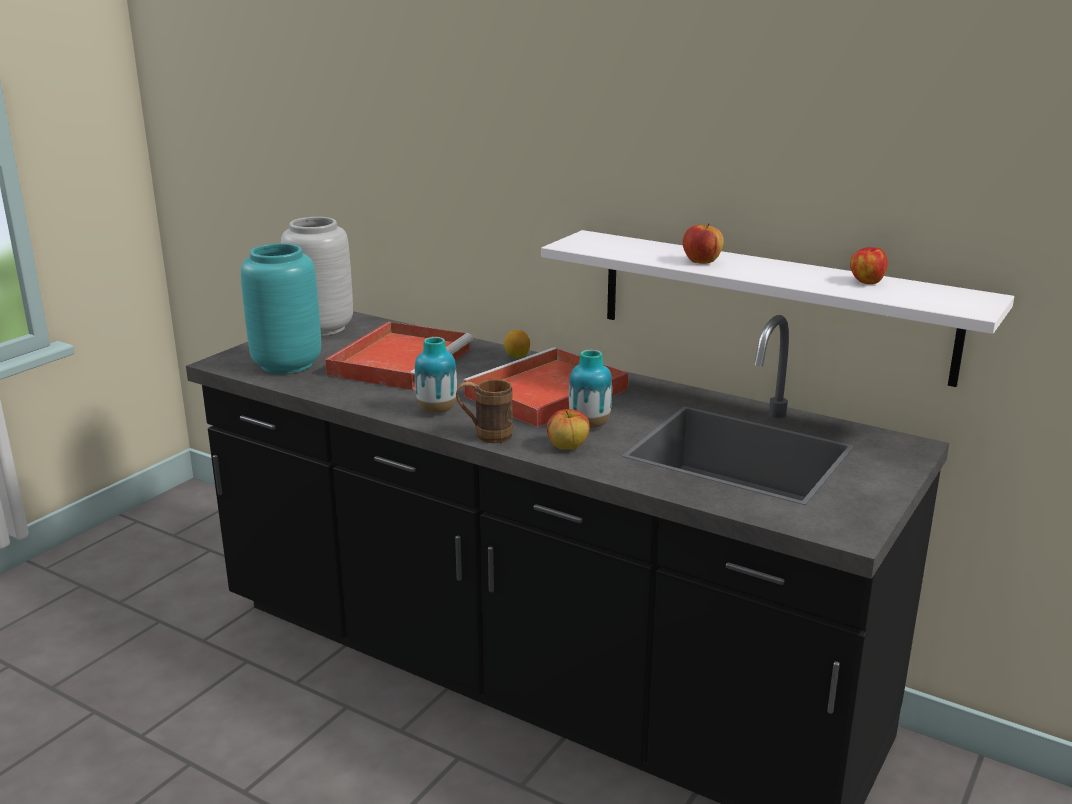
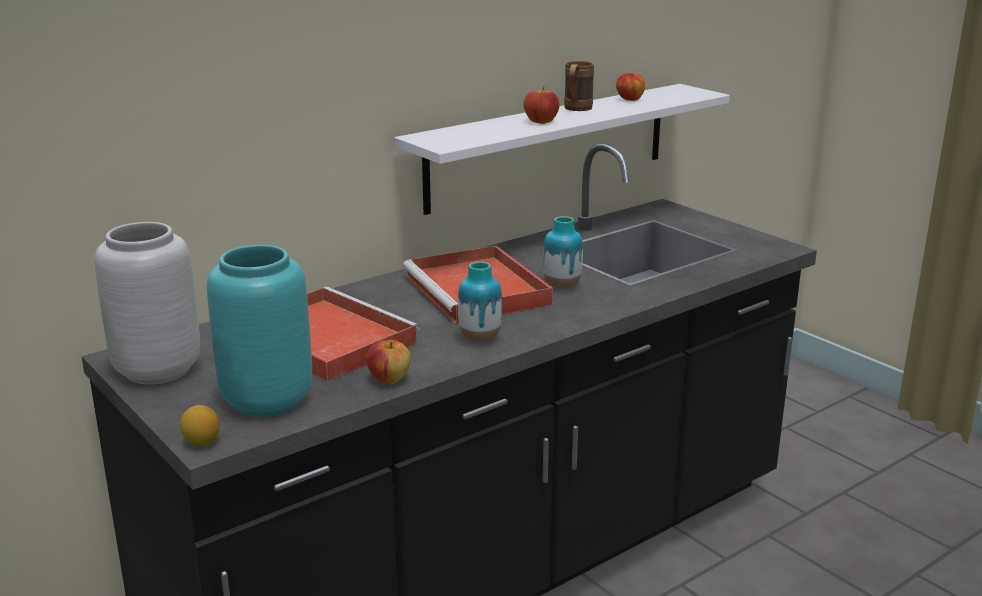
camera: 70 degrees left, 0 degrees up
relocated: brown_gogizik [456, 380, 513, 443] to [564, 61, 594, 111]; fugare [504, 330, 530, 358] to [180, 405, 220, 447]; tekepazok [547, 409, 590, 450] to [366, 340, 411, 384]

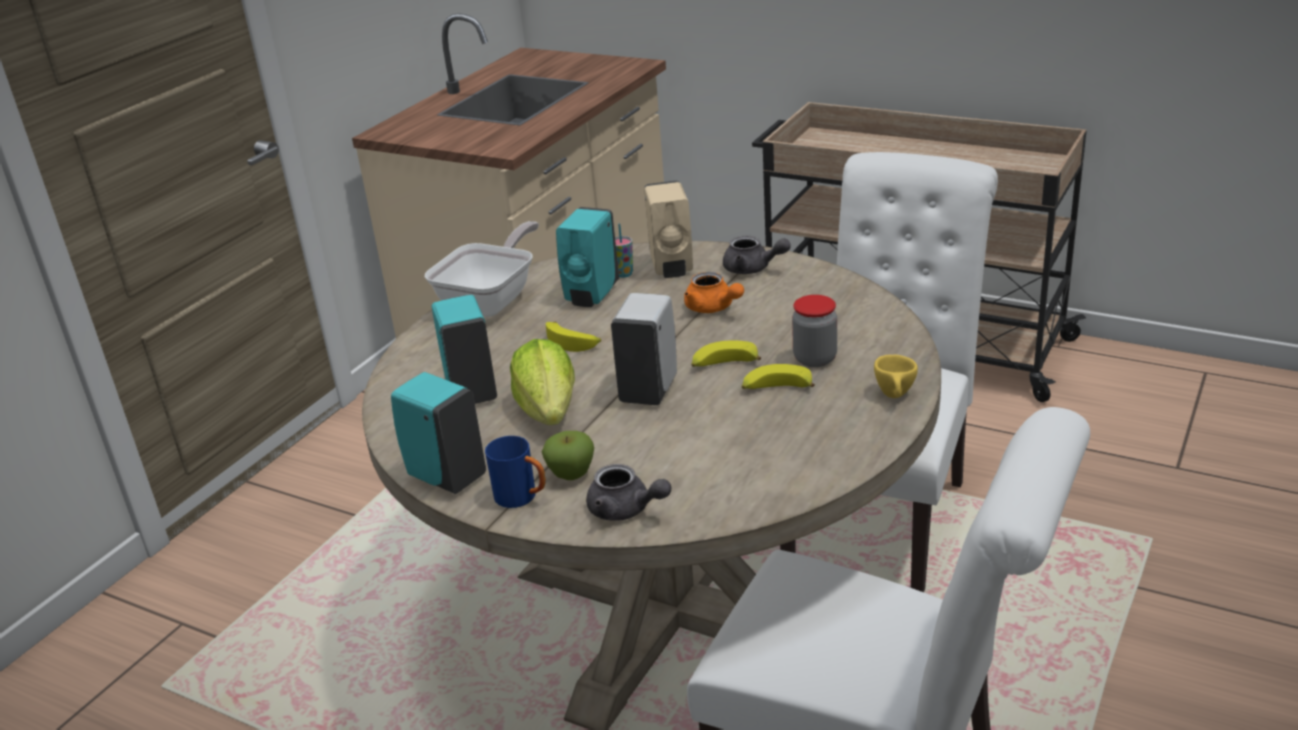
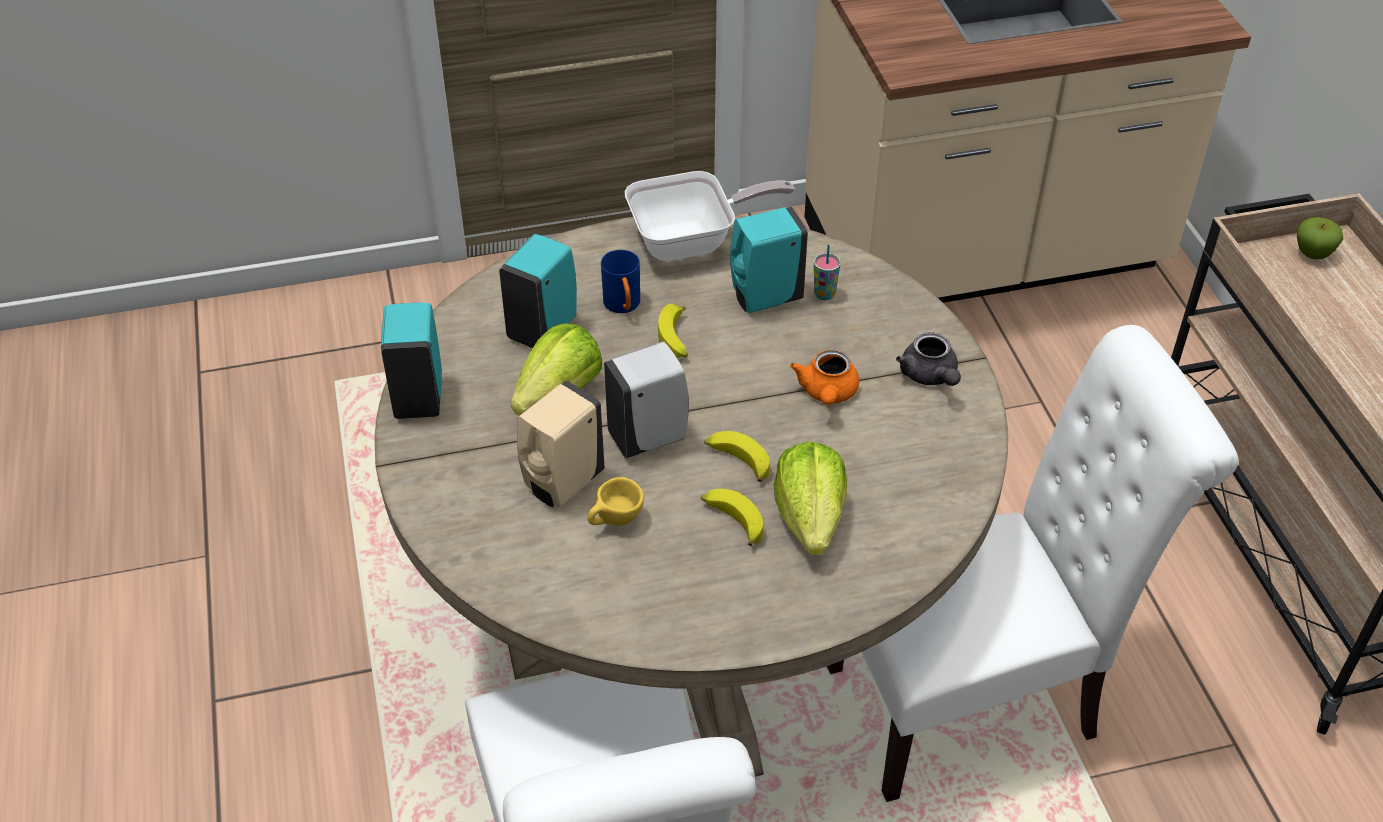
camera: 45 degrees right, 15 degrees up
missing: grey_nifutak [586, 464, 671, 521]
relocated: blue_gogizik [485, 436, 546, 508] to [601, 250, 640, 313]; tekepazok [542, 431, 594, 480] to [1297, 217, 1343, 259]; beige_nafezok [644, 181, 693, 278] to [517, 381, 605, 508]; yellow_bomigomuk [874, 355, 918, 398] to [587, 477, 644, 526]
exchanged: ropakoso [792, 295, 837, 367] to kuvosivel [774, 442, 847, 555]

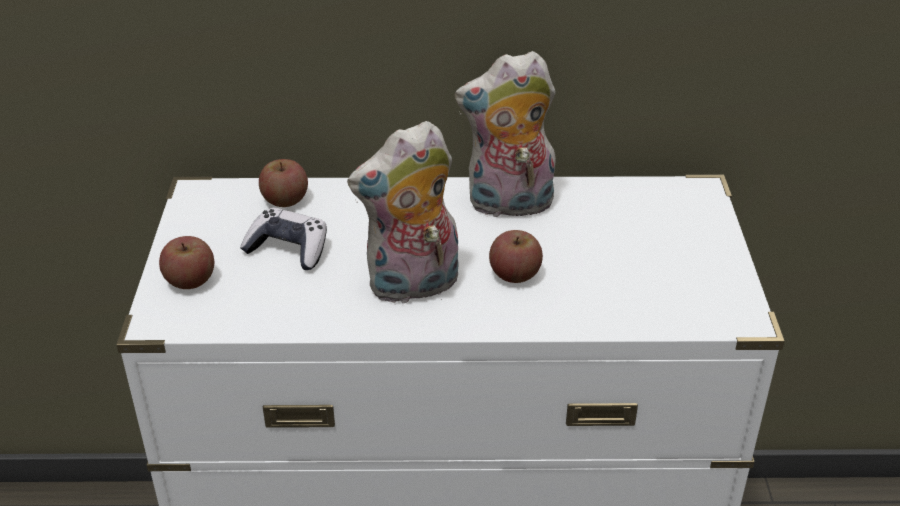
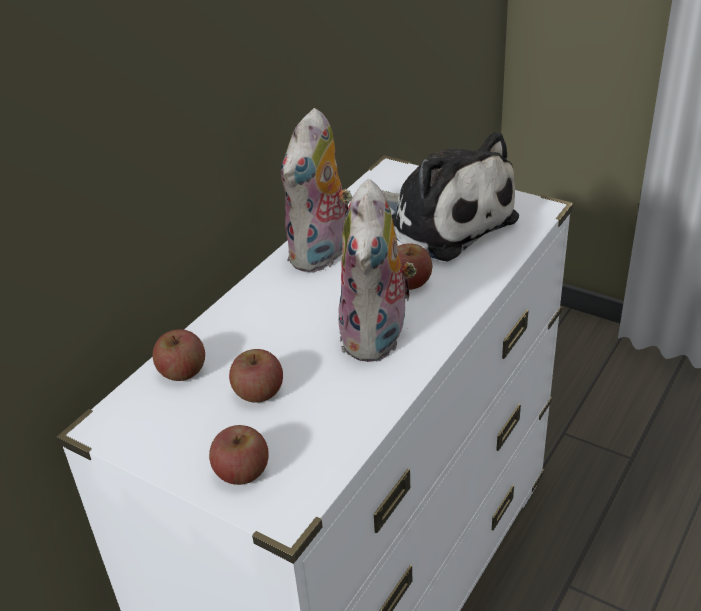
camera: 55 degrees left, 0 degrees up
appeared: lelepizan [382, 132, 519, 262]
exchanged: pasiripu [240, 208, 327, 270] to tekepazok [229, 349, 283, 403]

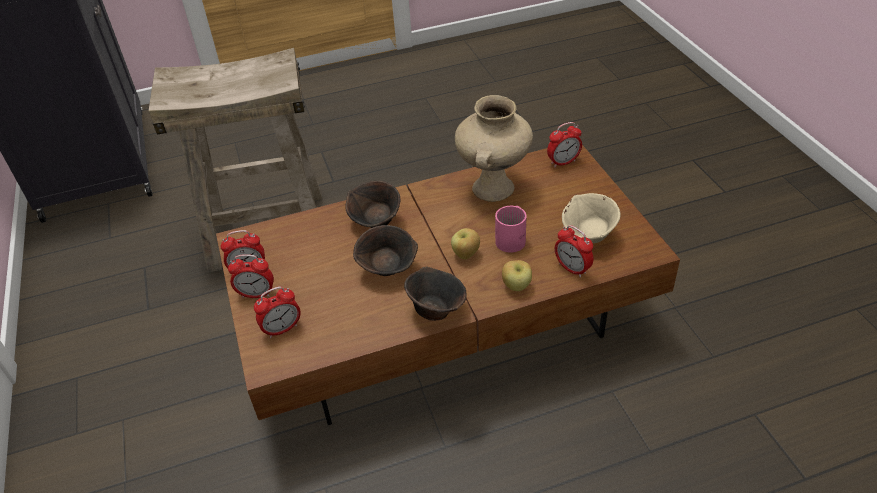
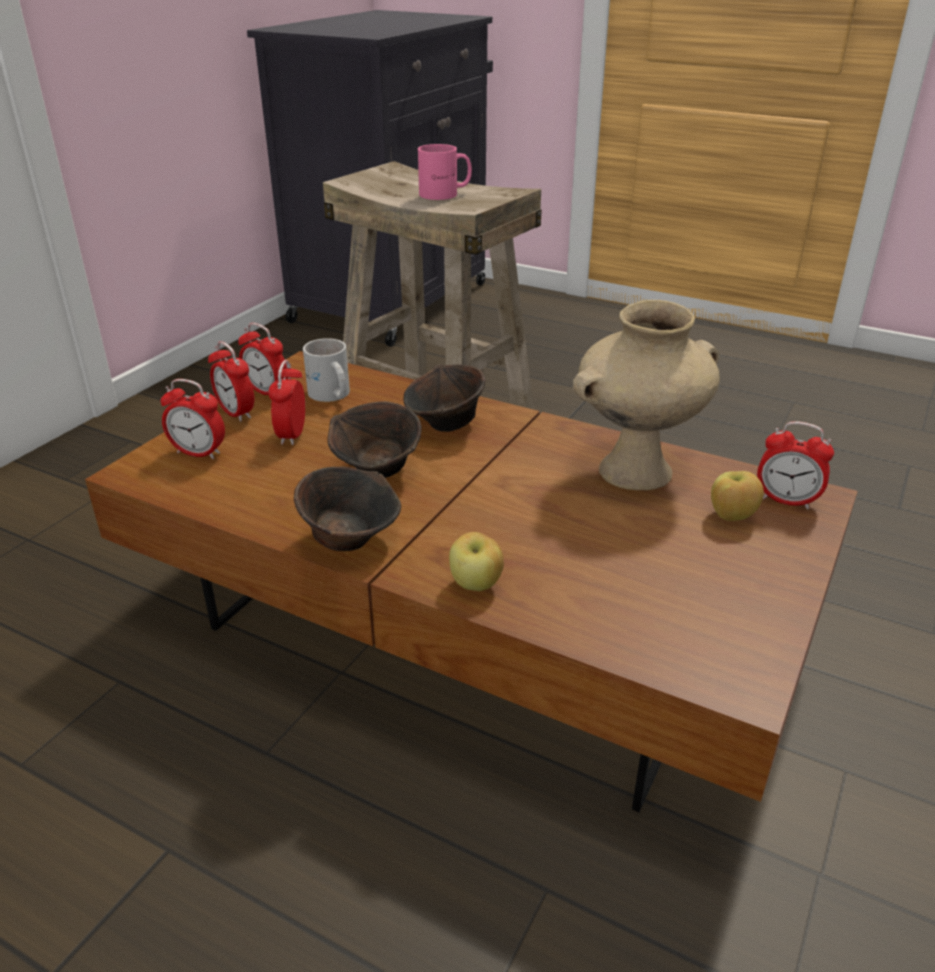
camera: 45 degrees right, 10 degrees down
missing: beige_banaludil [562, 193, 620, 243]
appeared: white_gogizik [303, 338, 350, 402]
relocated: tekepazok [451, 228, 480, 259] to [711, 471, 764, 521]; pink_gogizik [495, 206, 527, 253] to [418, 144, 472, 200]; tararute [555, 225, 593, 278] to [269, 360, 305, 445]

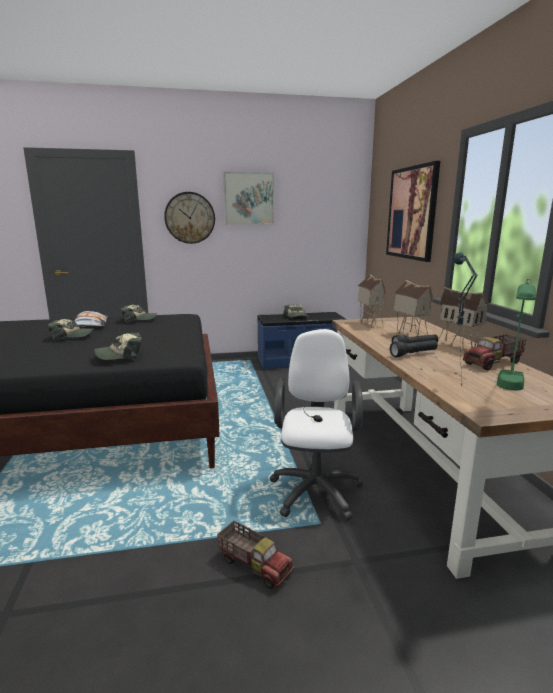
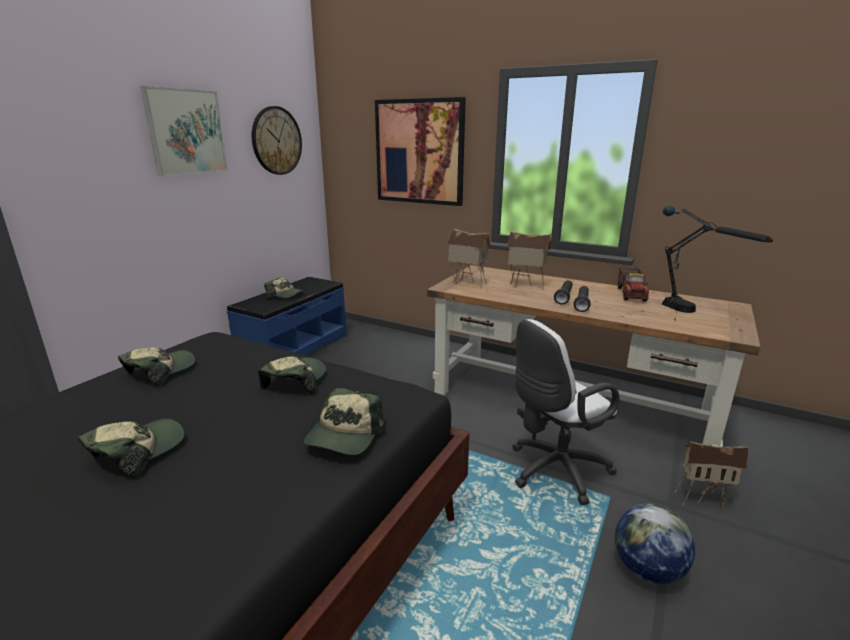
camera: 50 degrees left, 5 degrees up
missing: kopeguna [74, 311, 108, 327]
appeared: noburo [258, 356, 326, 394]
relocated: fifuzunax [164, 192, 215, 244] to [252, 106, 302, 175]; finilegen [438, 287, 491, 351] to [675, 441, 750, 509]
exchanged: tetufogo [217, 521, 293, 589] to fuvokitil [615, 503, 695, 584]
colour: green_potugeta [497, 279, 536, 390] to black_potugeta [662, 222, 773, 313]
spun: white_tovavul [269, 329, 363, 521] = [512, 319, 620, 505] 75 degrees counterclockwise

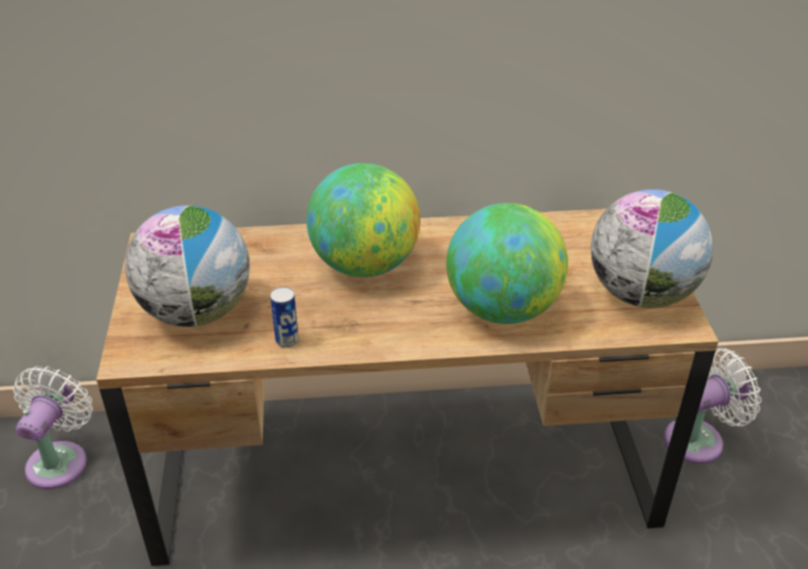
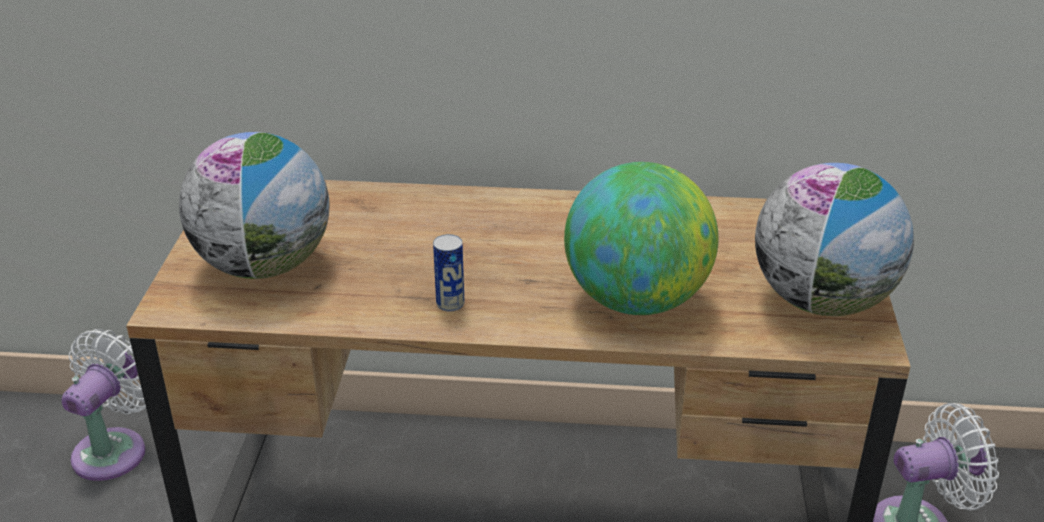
camera: 10 degrees right, 5 degrees down
missing: fuvokitil [306, 163, 420, 277]
relocated: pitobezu [270, 287, 299, 348] to [433, 234, 465, 312]

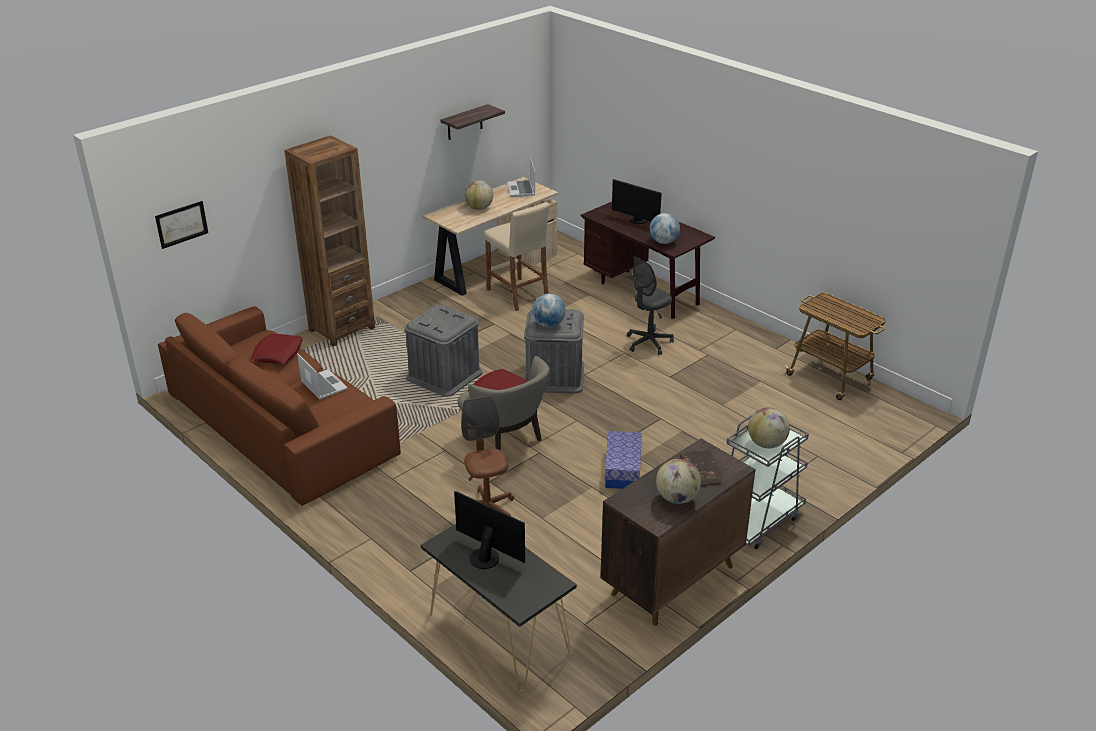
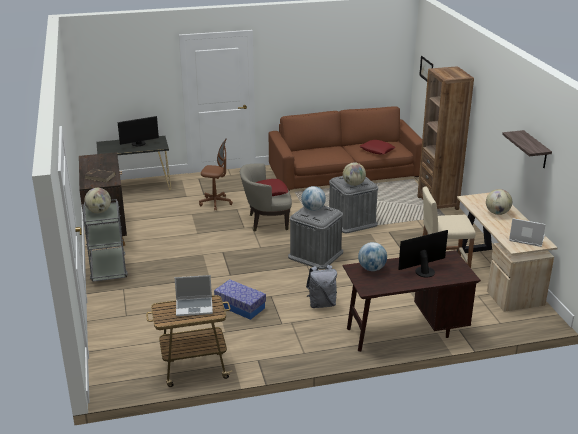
camera: 120 degrees right, 5 degrees down
relocated: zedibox [297, 354, 348, 399] to [174, 275, 213, 316]; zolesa [605, 431, 642, 489] to [214, 280, 266, 320]; fuvokitil [656, 459, 701, 504] to [343, 162, 366, 186]
exchanged: grey_tovavul [627, 256, 674, 355] to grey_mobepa [306, 265, 337, 308]

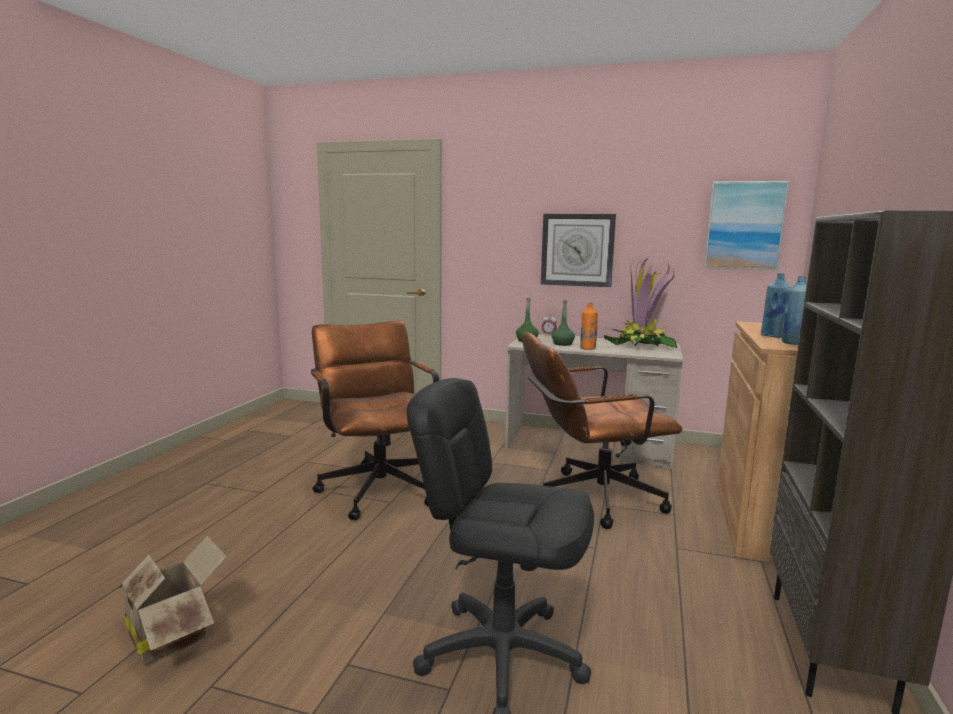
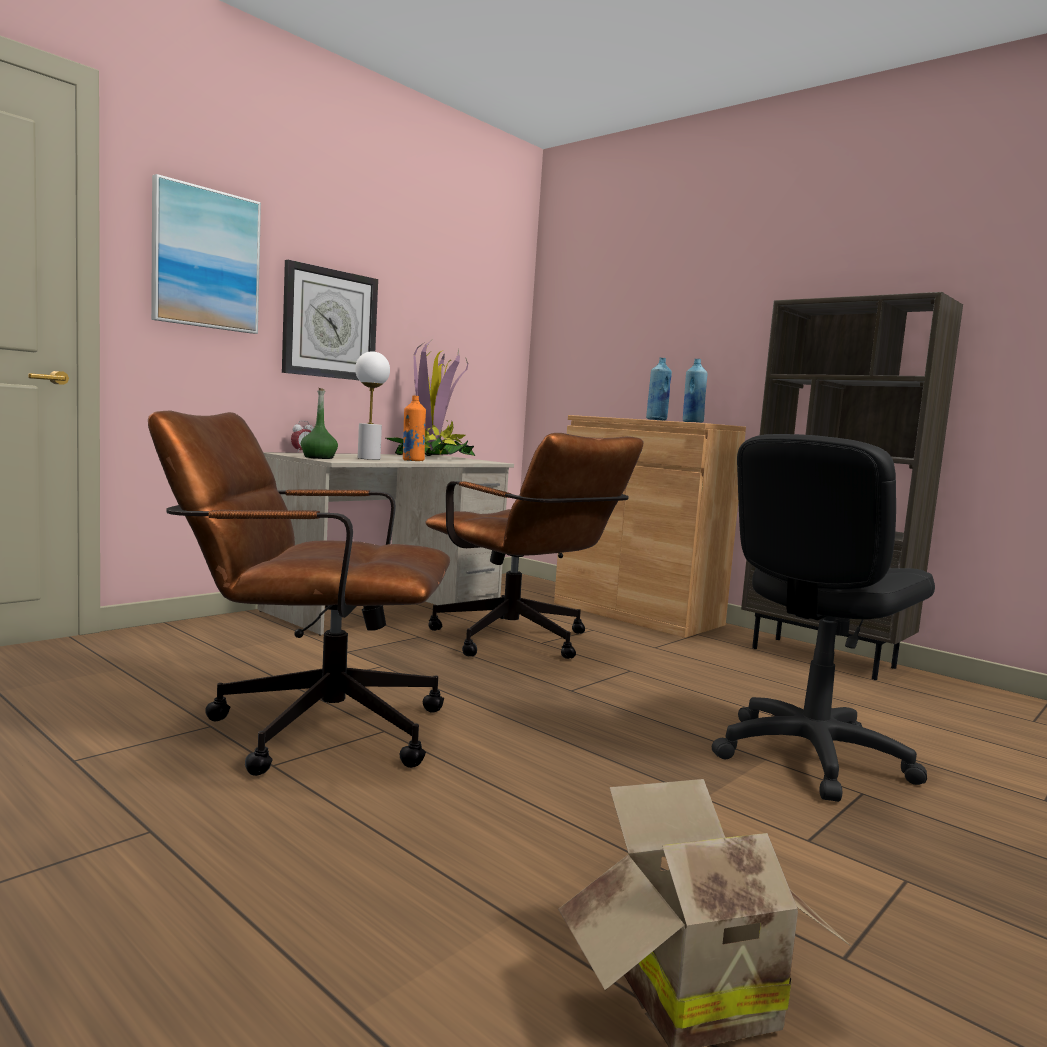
camera: 65 degrees left, 5 degrees down
relocated: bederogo [704, 181, 789, 270] to [151, 174, 261, 334]
exchanged: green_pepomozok [552, 300, 575, 346] to white_potugeta [355, 351, 390, 460]
spun: brown_tovavul [522, 332, 682, 529] = [426, 433, 643, 659] 60 degrees counterclockwise

